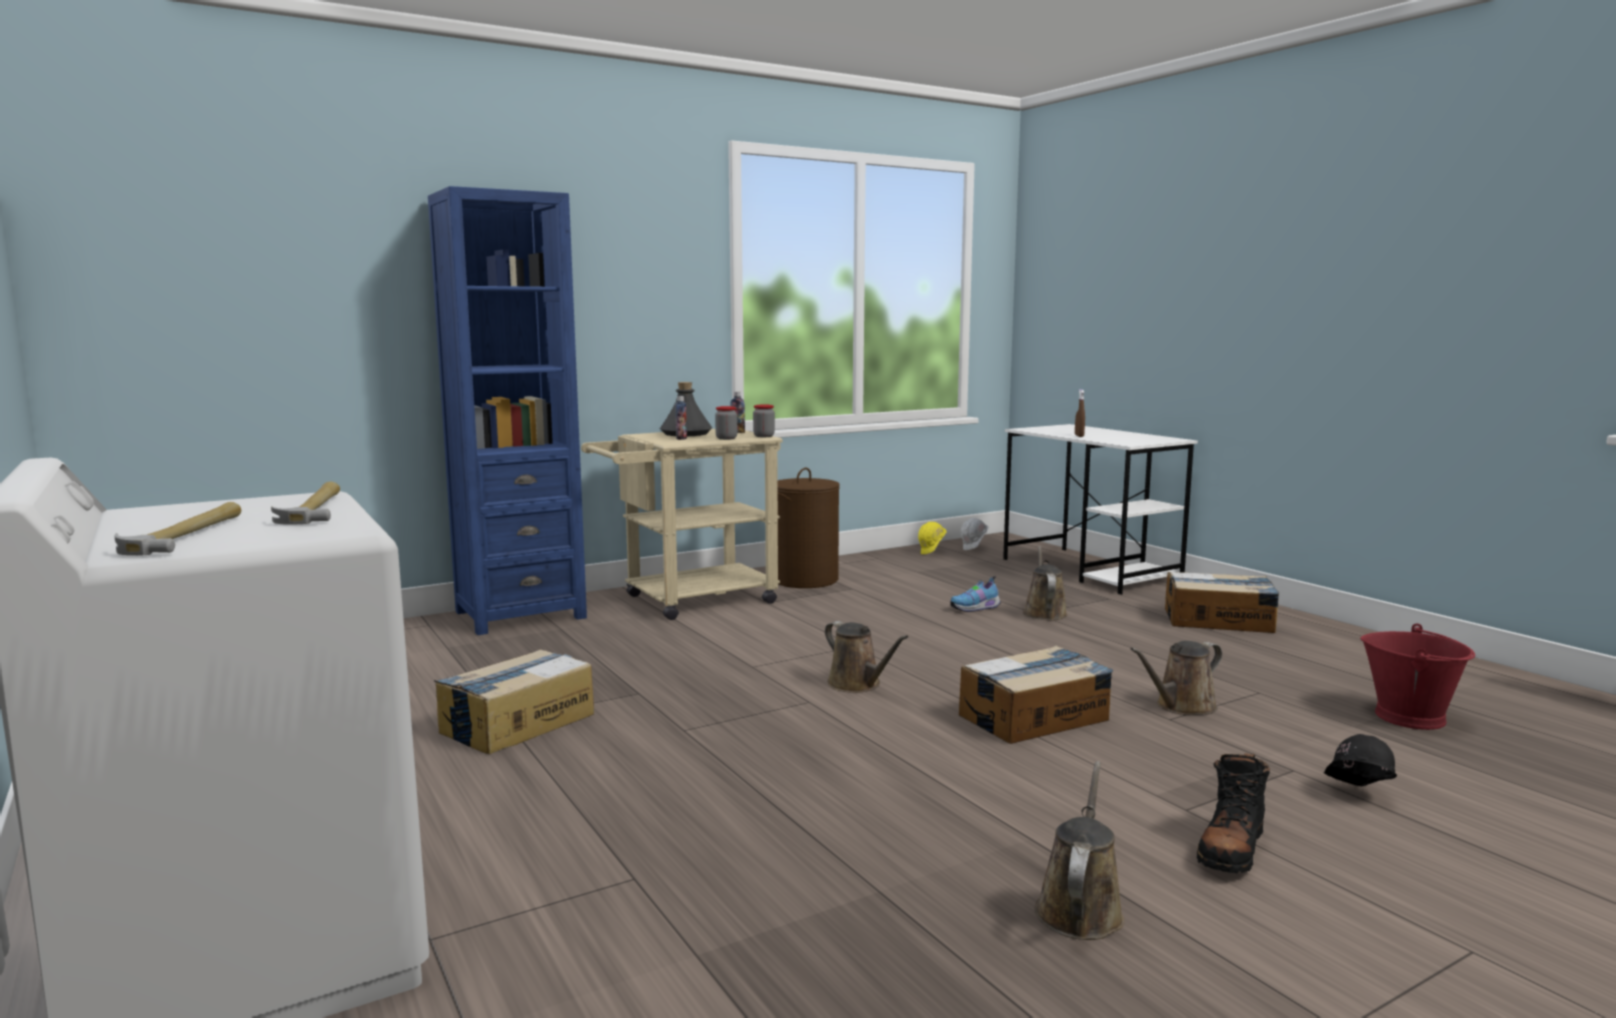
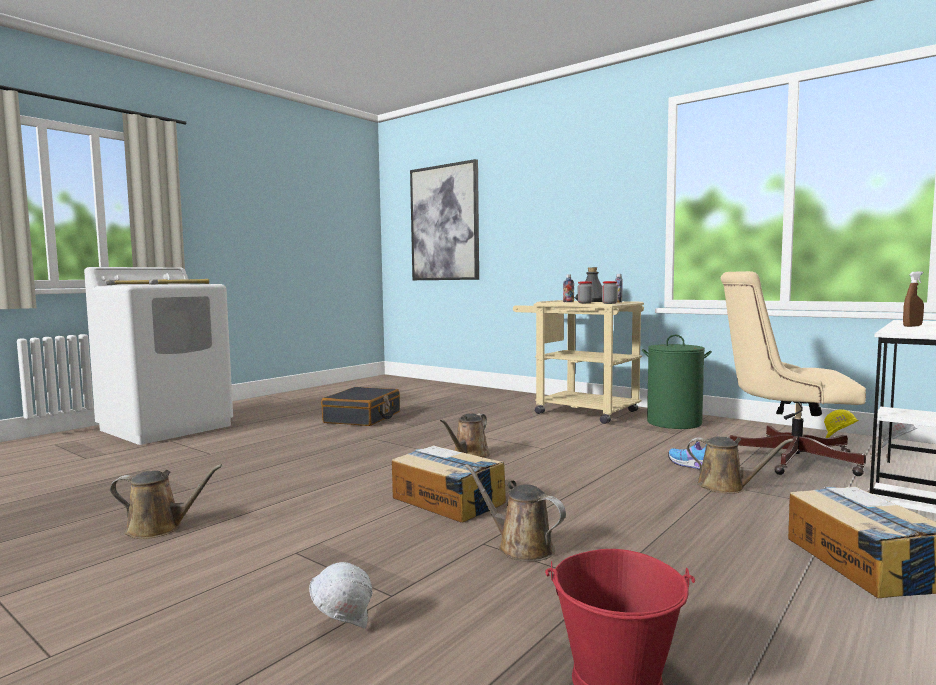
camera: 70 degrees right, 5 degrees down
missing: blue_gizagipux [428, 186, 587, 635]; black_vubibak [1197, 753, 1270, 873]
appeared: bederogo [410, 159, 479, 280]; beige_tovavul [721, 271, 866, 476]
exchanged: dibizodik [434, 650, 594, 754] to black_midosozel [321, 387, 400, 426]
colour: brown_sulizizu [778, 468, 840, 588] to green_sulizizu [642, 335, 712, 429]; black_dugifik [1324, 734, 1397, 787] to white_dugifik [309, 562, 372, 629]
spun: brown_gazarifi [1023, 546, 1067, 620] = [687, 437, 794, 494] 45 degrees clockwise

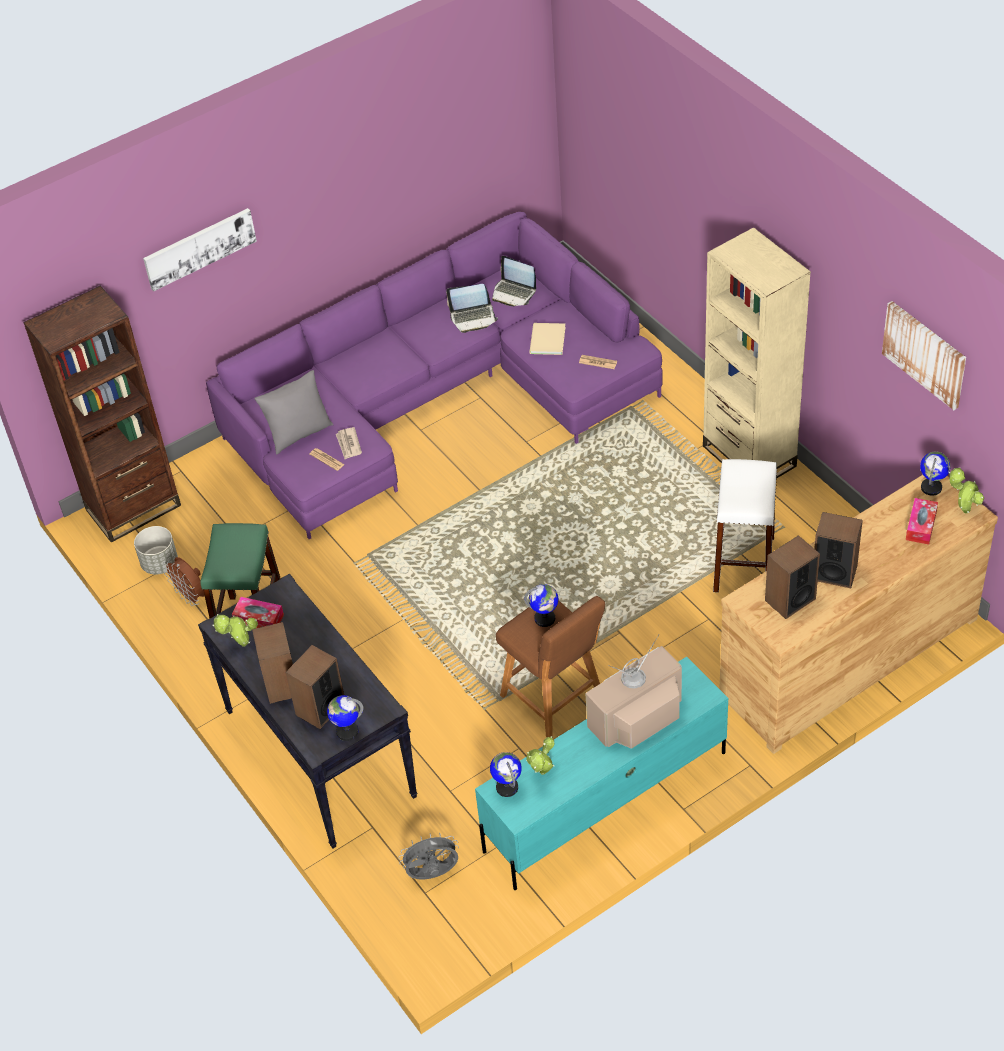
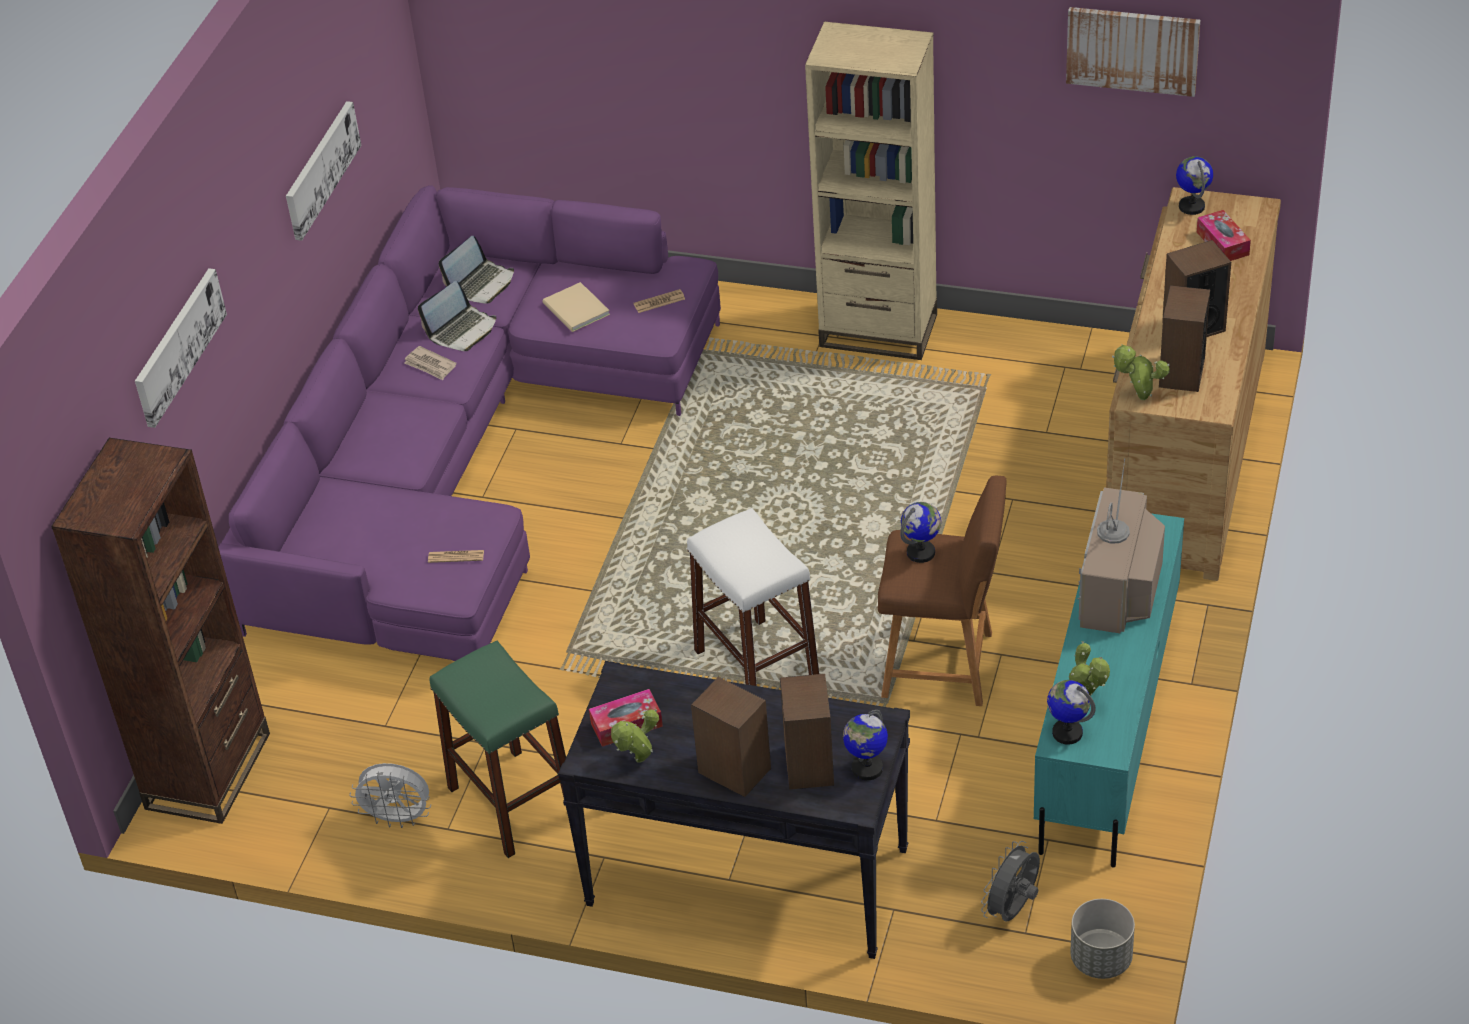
camera: 40 degrees left, 5 degrees down
missing: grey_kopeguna [254, 370, 333, 454]
appeared: bederogo [286, 101, 361, 241]
relocated: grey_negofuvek [134, 526, 178, 574] to [1070, 899, 1135, 979]; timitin [336, 427, 362, 459] to [404, 346, 457, 380]; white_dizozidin [713, 459, 777, 592] to [687, 508, 819, 686]; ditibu [949, 468, 984, 513] to [1112, 344, 1170, 401]
colour: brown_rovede [163, 557, 205, 606] to white_rovede [350, 763, 431, 828]
spun: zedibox [492, 256, 536, 307] = [439, 236, 514, 304] 45 degrees counterclockwise

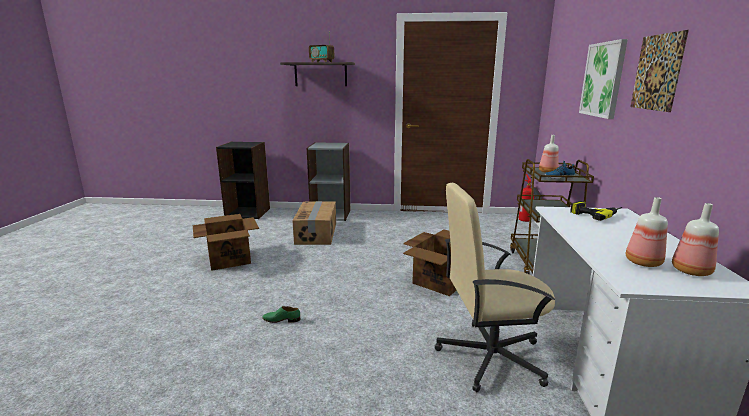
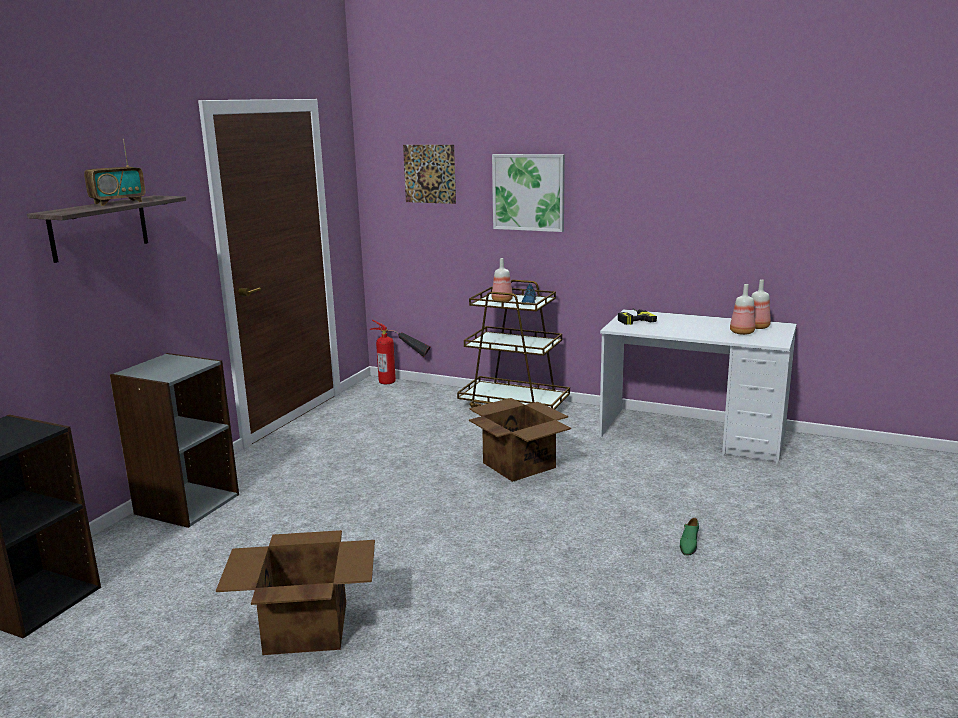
camera: 70 degrees left, 0 degrees up
missing: dibizodik [292, 201, 336, 245]; beige_tovavul [435, 183, 555, 392]
relocated: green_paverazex [262, 306, 300, 323] to [680, 518, 699, 555]; bederogo [630, 30, 689, 112] to [403, 145, 456, 204]

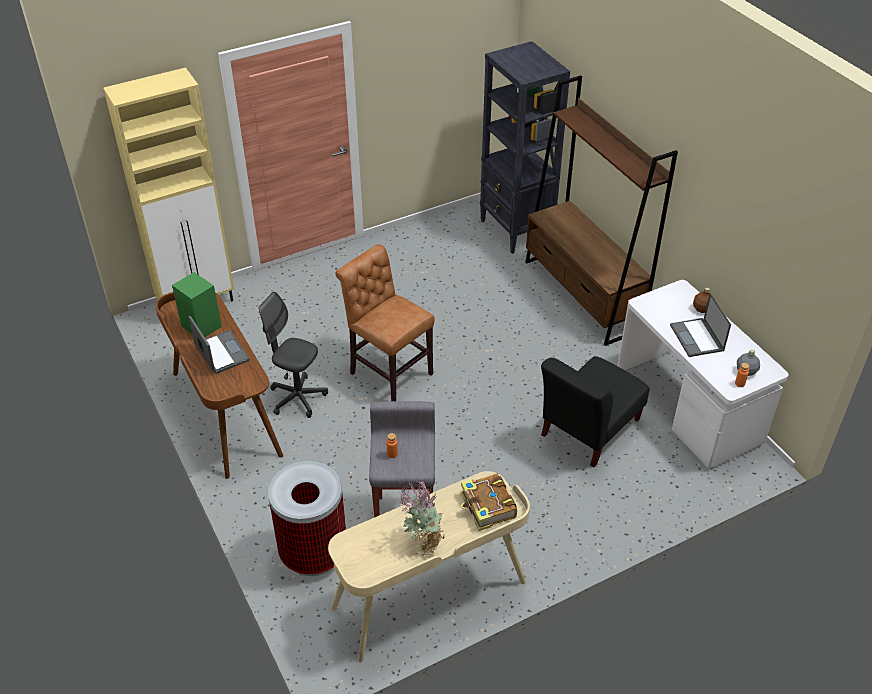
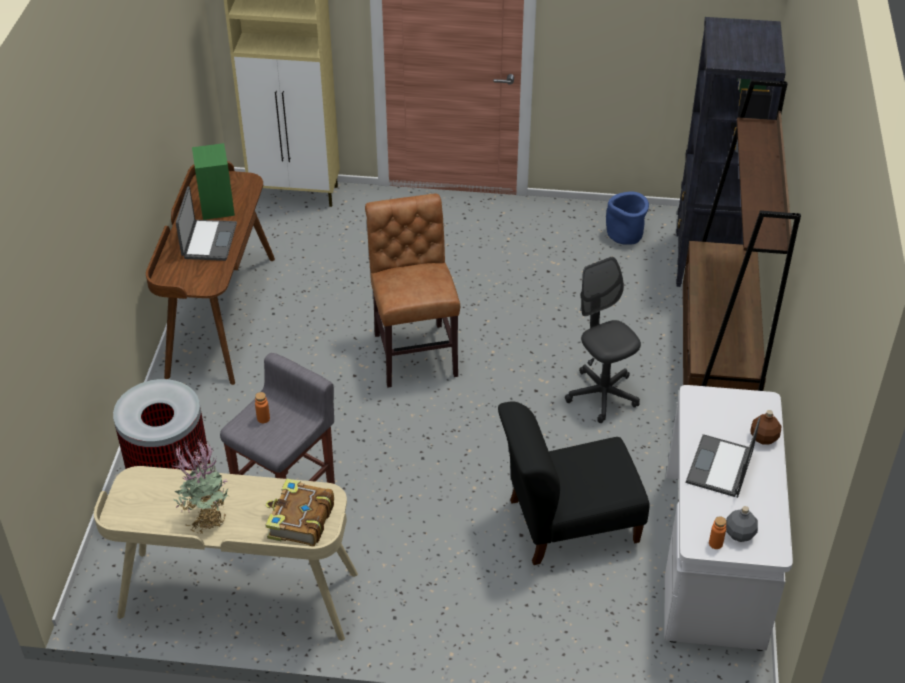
camera: 35 degrees right, 0 degrees up
appeared: blue_negofuvek [606, 191, 649, 245]
relocated: grey_tovavul [259, 292, 328, 418] to [565, 257, 641, 423]

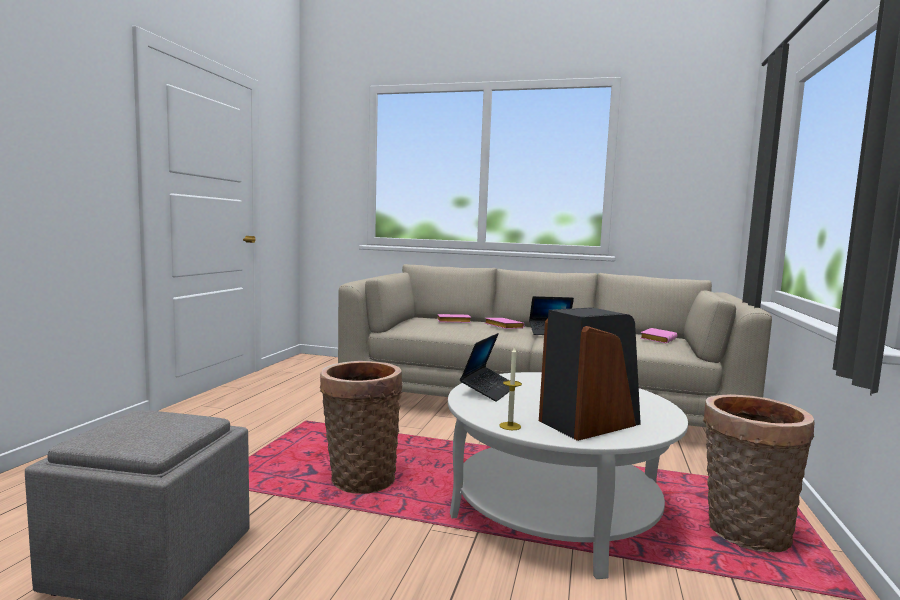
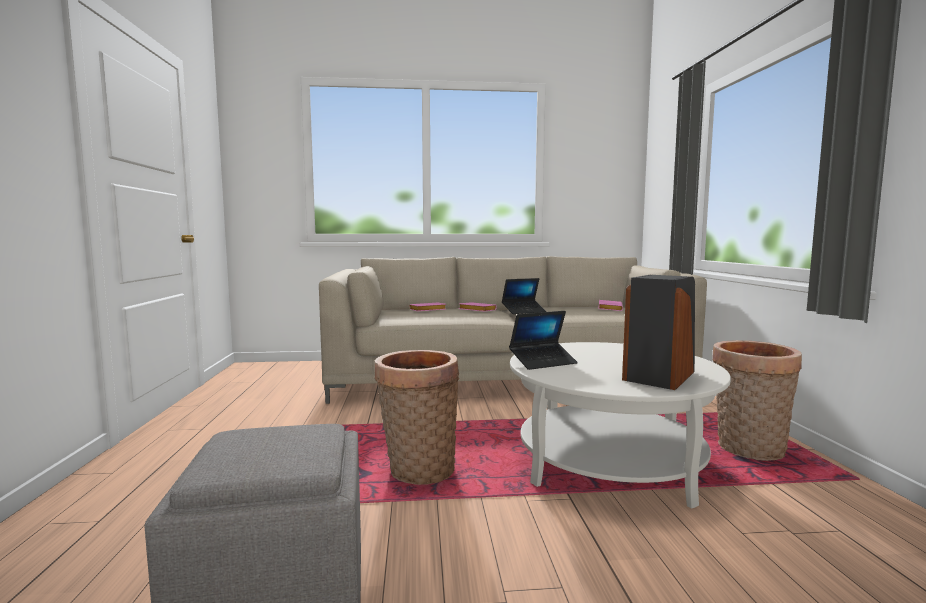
camera: 20 degrees left, 0 degrees up
missing: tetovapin [500, 347, 522, 430]
spun: zedibox [460, 333, 510, 402] = [509, 311, 578, 370] 60 degrees clockwise

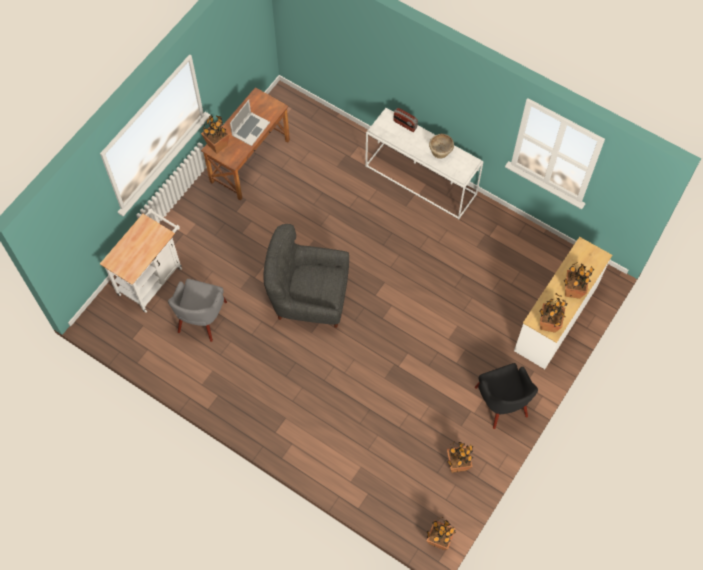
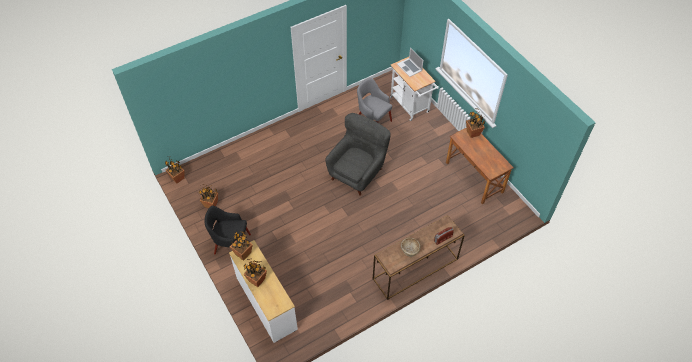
camera: 115 degrees right, 10 degrees down
relocated: zedibox [230, 100, 270, 146] to [397, 48, 423, 77]
colour: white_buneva [365, 108, 484, 220] to brown_buneva [373, 215, 465, 300]

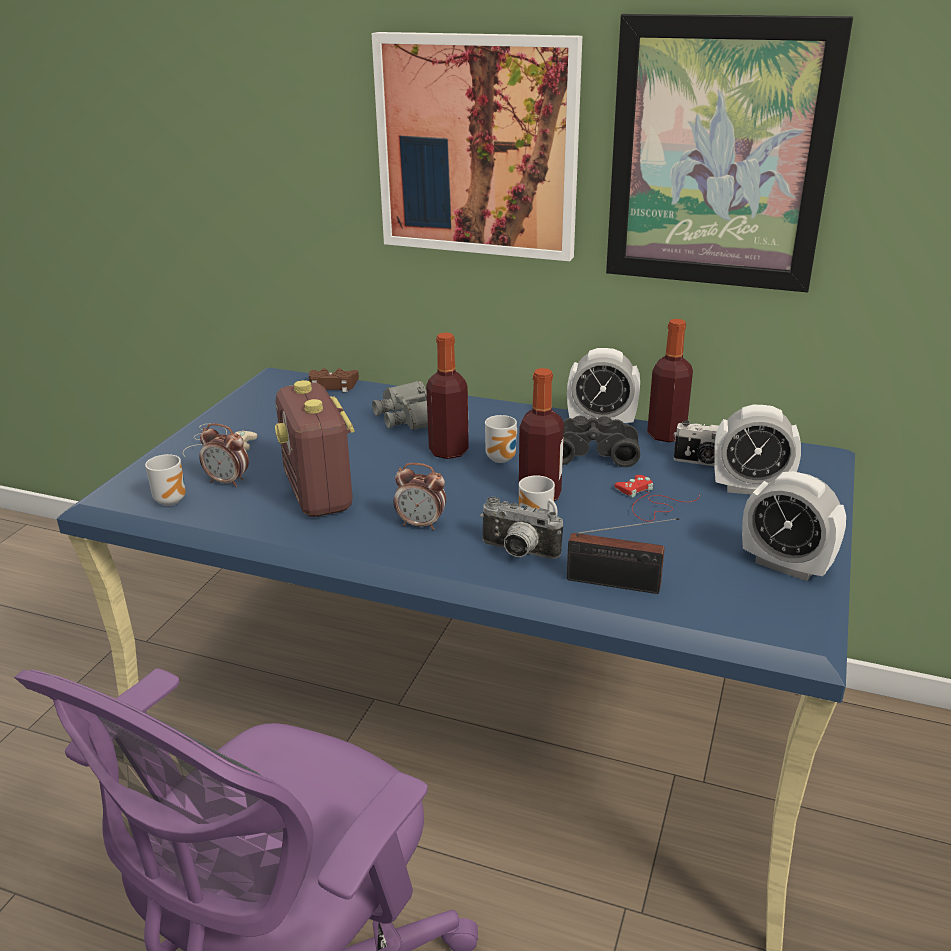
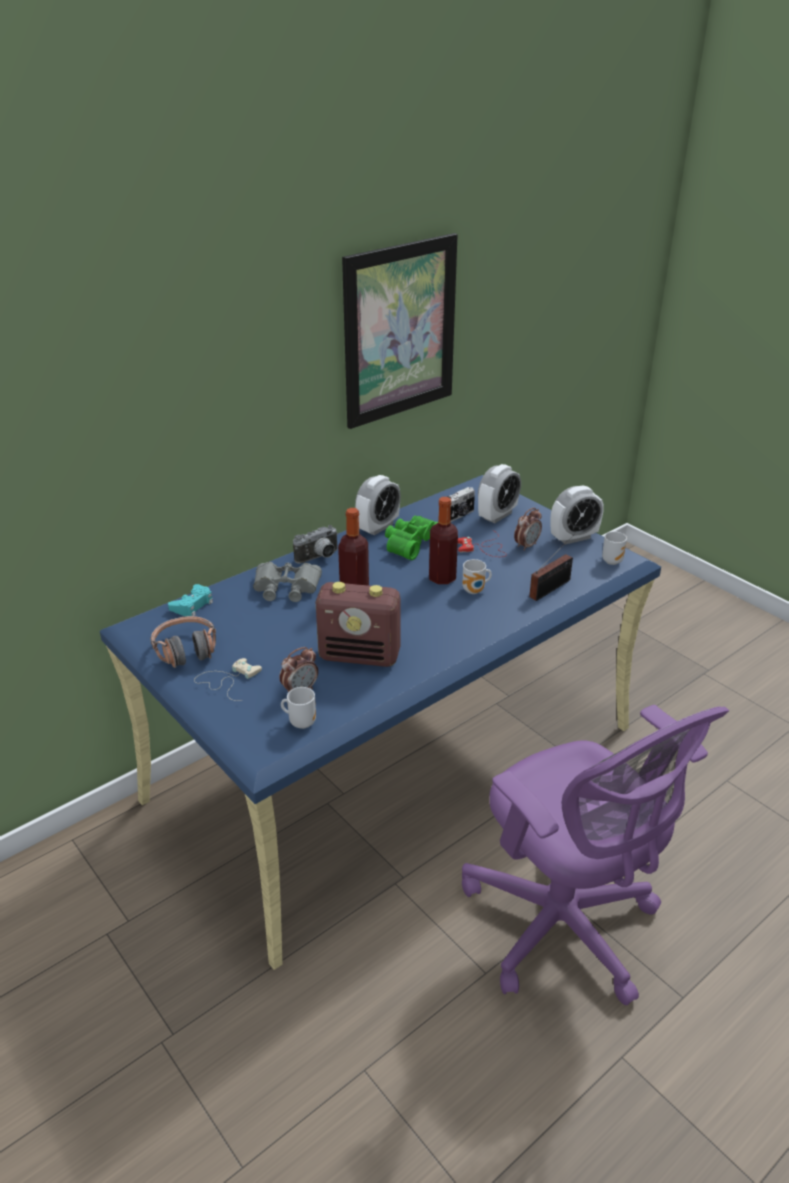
camera: 60 degrees left, 5 degrees up
missing: bederogo [371, 32, 582, 261]; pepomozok [647, 319, 693, 442]
appeared: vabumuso [150, 616, 216, 668]
relocated: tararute [394, 463, 446, 530] to [514, 507, 542, 551]; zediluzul [480, 497, 563, 559] to [293, 525, 338, 564]; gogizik [485, 415, 517, 463] to [602, 531, 627, 565]
colour: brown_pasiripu [309, 368, 359, 392] to turquoise_pasiripu [168, 584, 213, 616]; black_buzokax [563, 416, 640, 467] to green_buzokax [385, 516, 438, 560]

